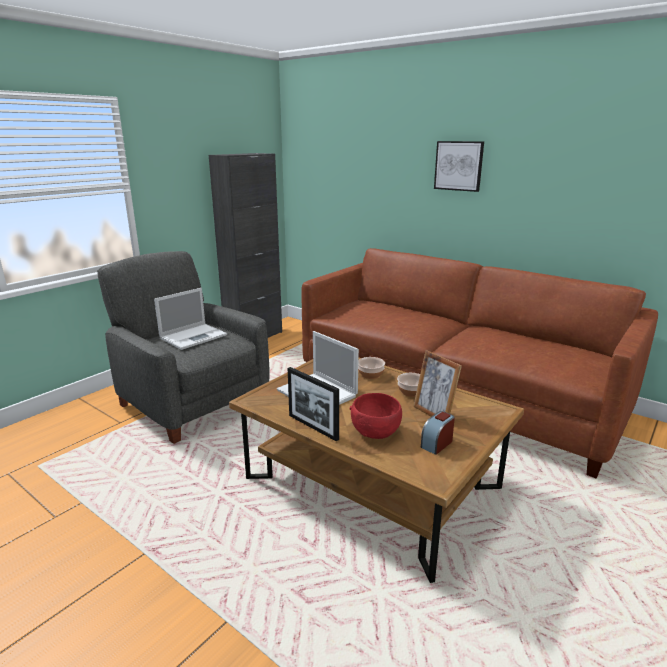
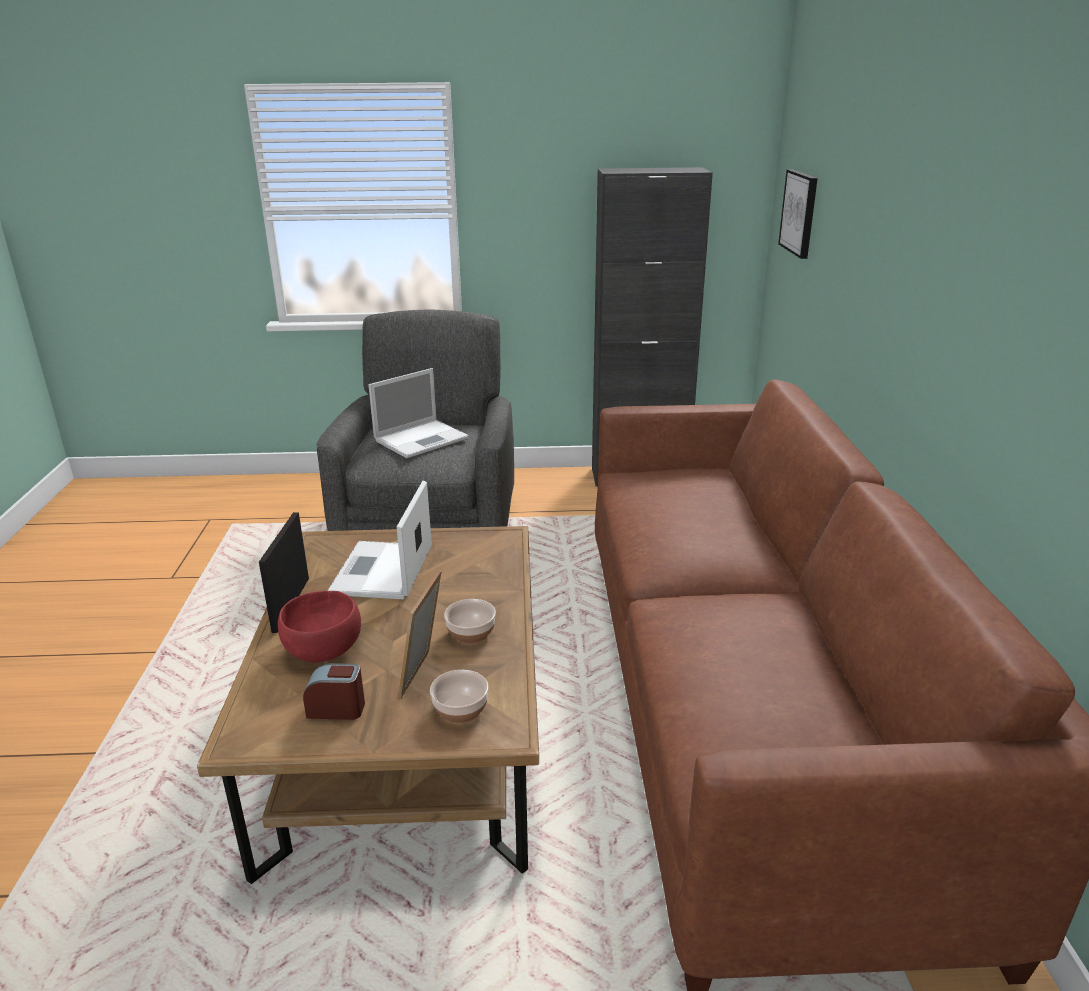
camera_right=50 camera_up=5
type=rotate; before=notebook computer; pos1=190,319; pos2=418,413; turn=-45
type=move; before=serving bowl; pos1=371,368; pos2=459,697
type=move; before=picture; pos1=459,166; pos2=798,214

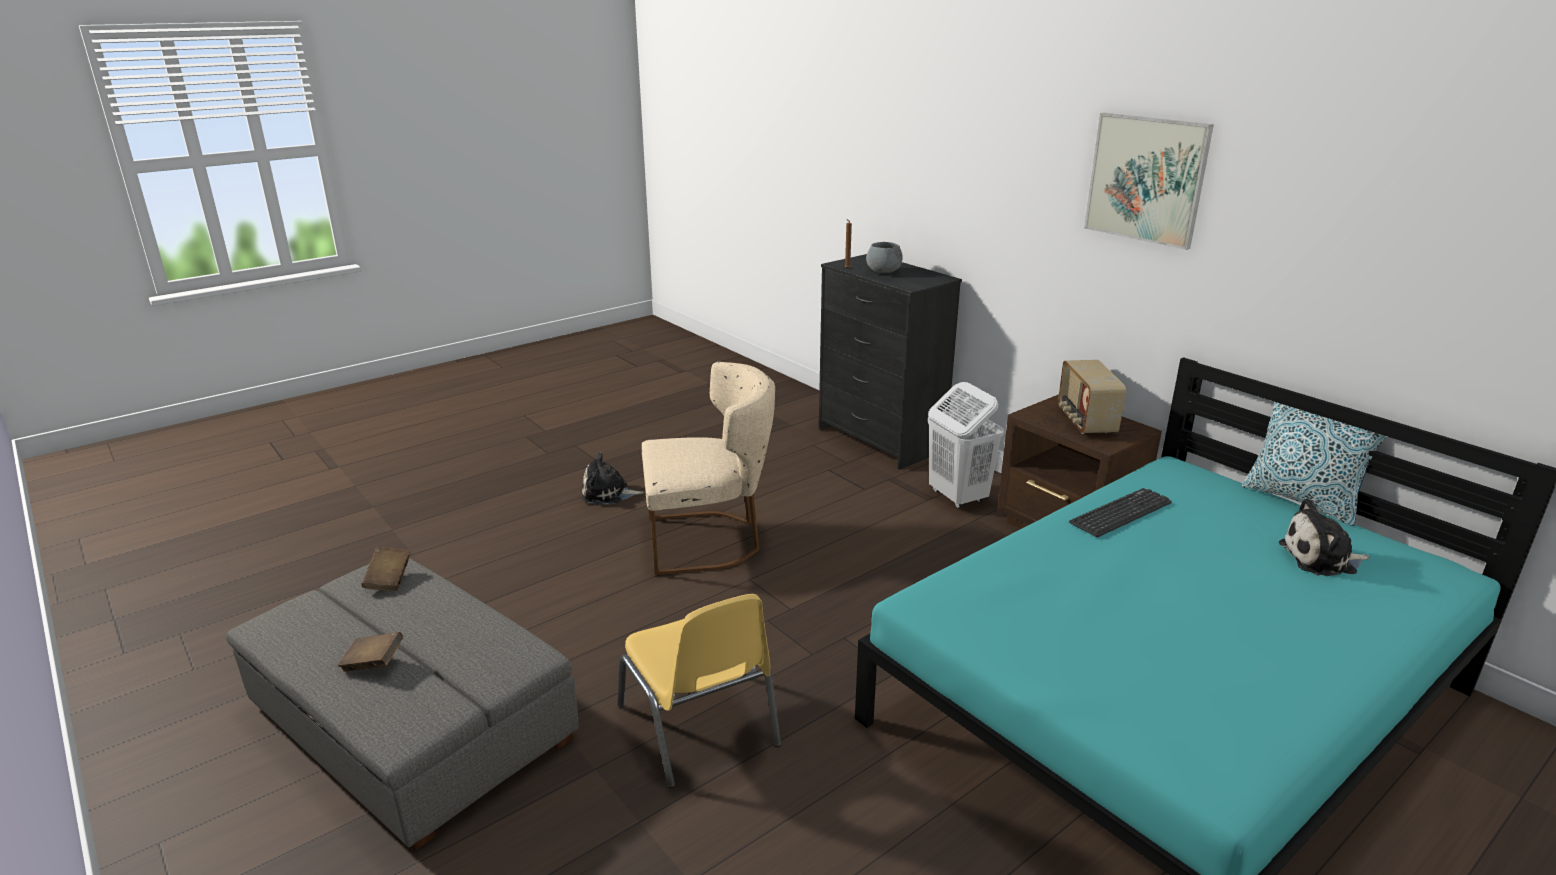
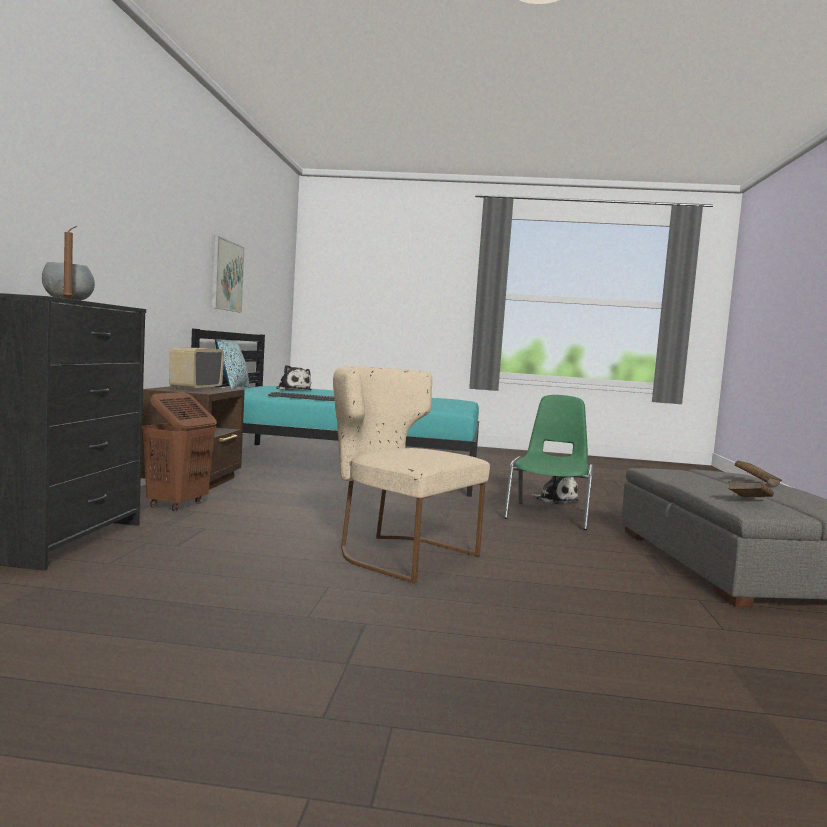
camera_right=-135 camera_up=-20
type=recolor; before=hamper/white-coloured; after=hamper/brown-coloured; pos1=966,445; pos2=179,451
type=rotate; before=radio; pos1=1092,397; pos2=196,369; turn=150
type=move; before=picture; pos1=1149,181; pos2=228,274
type=recolor; before=chair/yellow; after=chair/green-coloured; pos1=699,691; pos2=548,462
type=move; before=cuddly toy; pos1=613,478; pos2=554,490

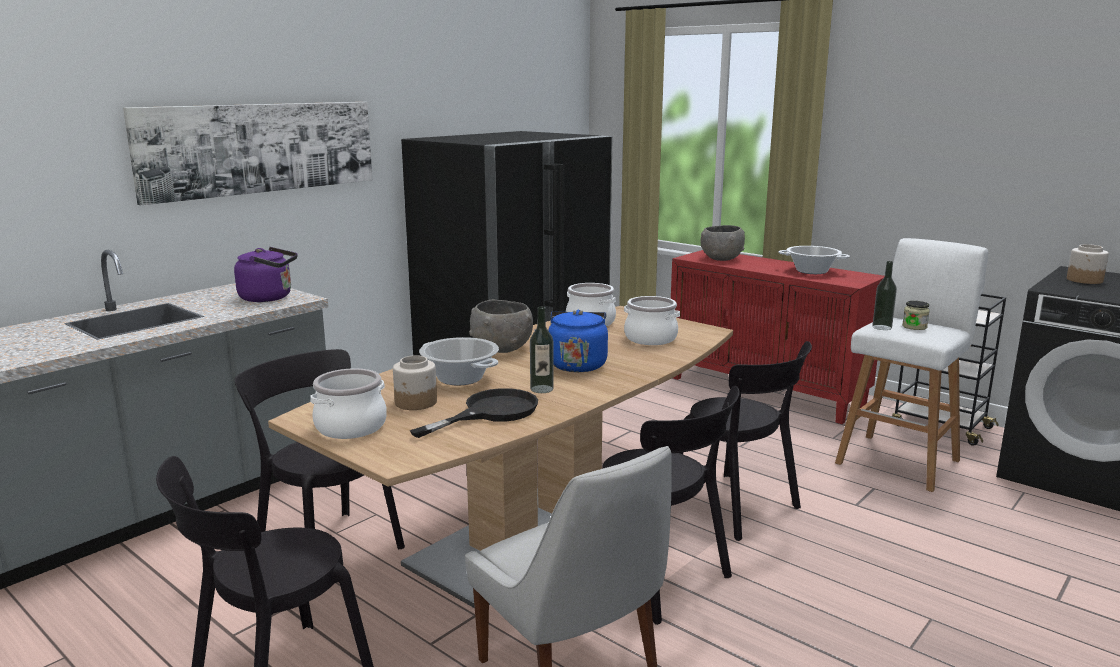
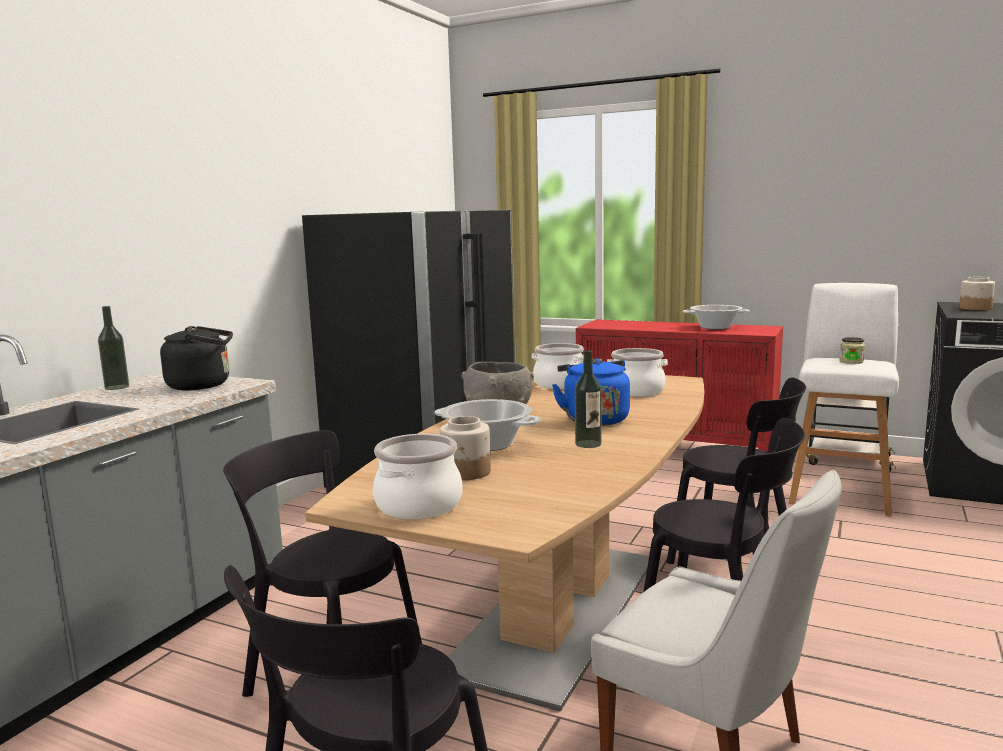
camera_right=-15 camera_up=-5
type=move; before=drink bottle; pos1=884,295; pos2=113,348
type=recolor; before=tea kettle/purplish; after=tea kettle/black; pos1=265,274; pos2=196,358
type=delete; before=picture; pos1=247,154
type=delete; before=pan/black; pos1=474,413
type=delete; before=serving bowl/gray; pos1=723,243

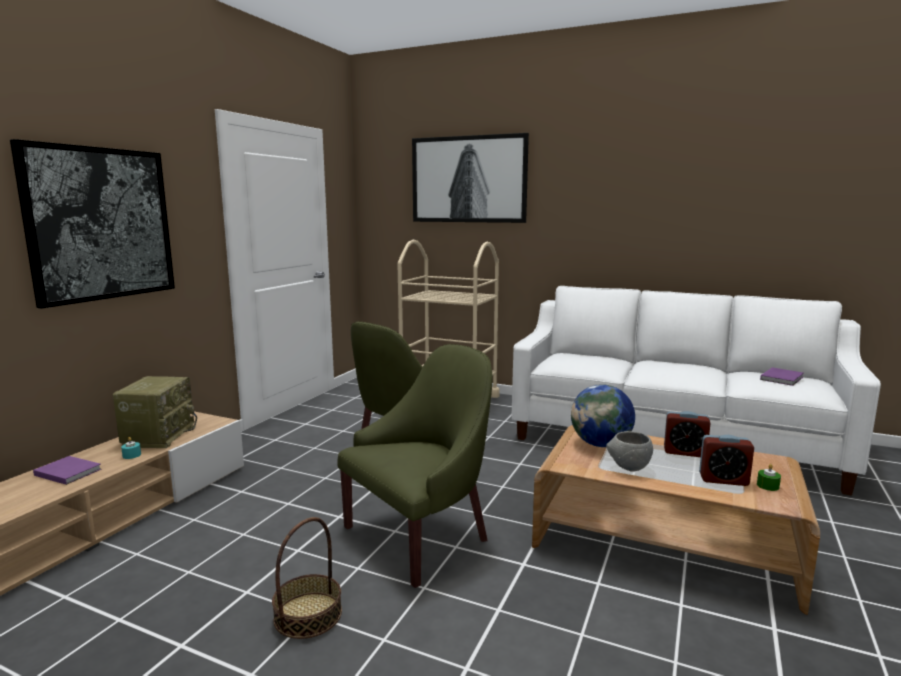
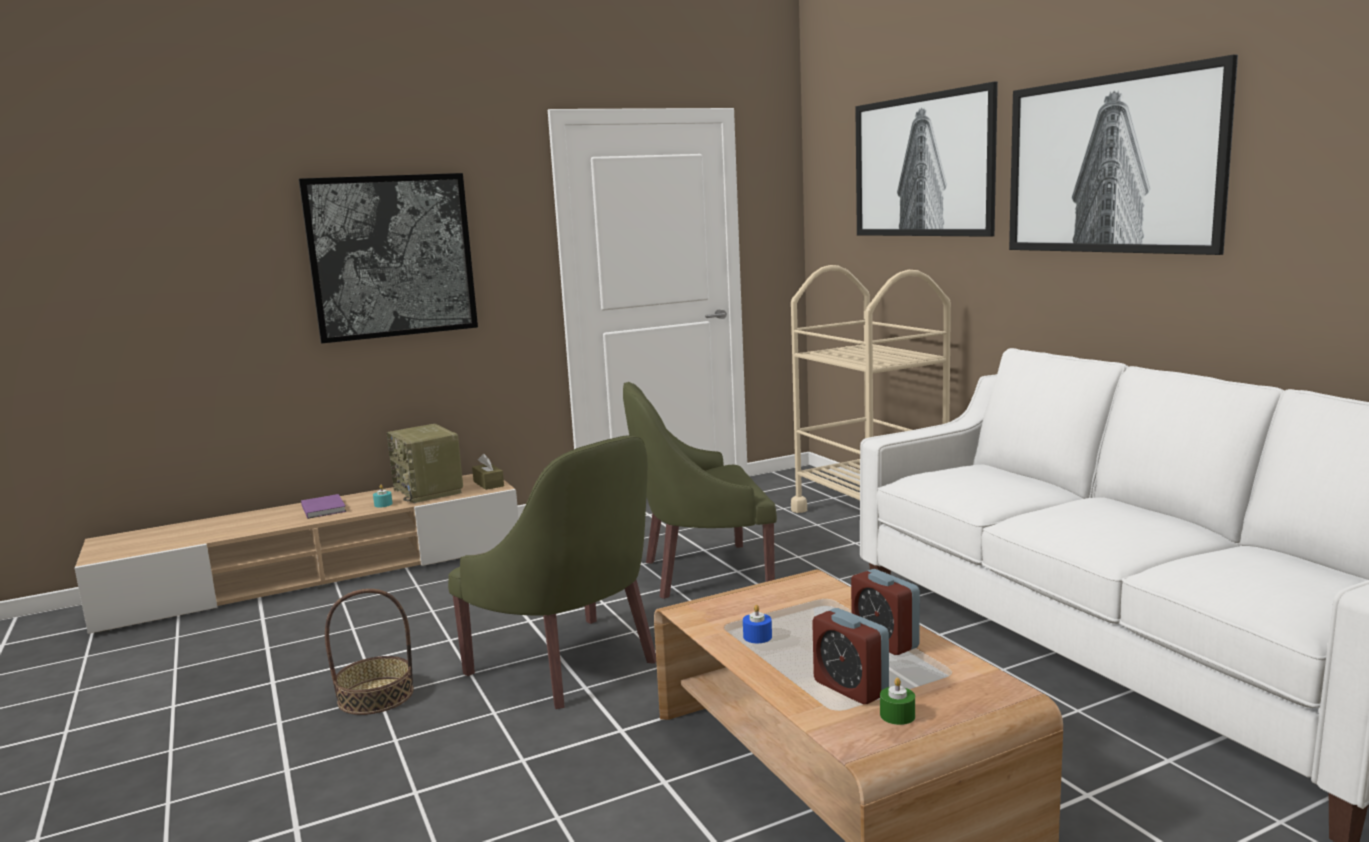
camera_right=40 camera_up=0
type=rotate; before=radio; pos1=155,412; pos2=425,463; turn=105
type=rotate; before=easy chair/green-coloured; pos1=414,466; pos2=552,572; turn=45
type=insert; after=box of tissues/brown-coloured; pos2=488,472
type=replace; before=serving bowl/gray; after=wax light/bluish; pos1=629,451; pos2=757,624
type=insert; after=picture; pos2=1123,155
type=delete; before=globe; pos1=603,415
type=delete; before=book/purplish; pos1=782,376

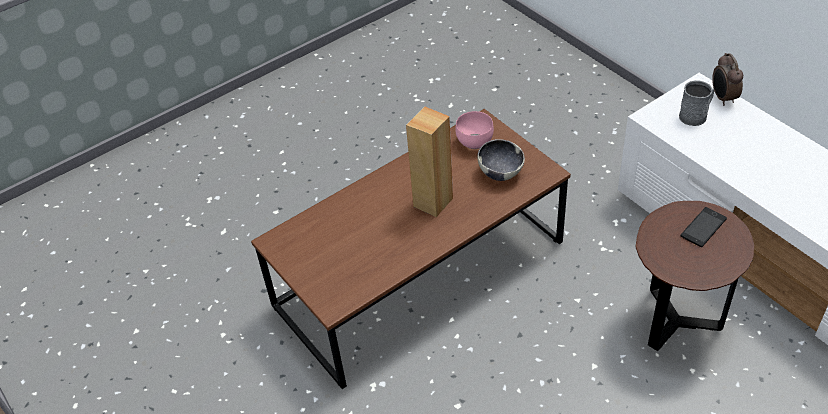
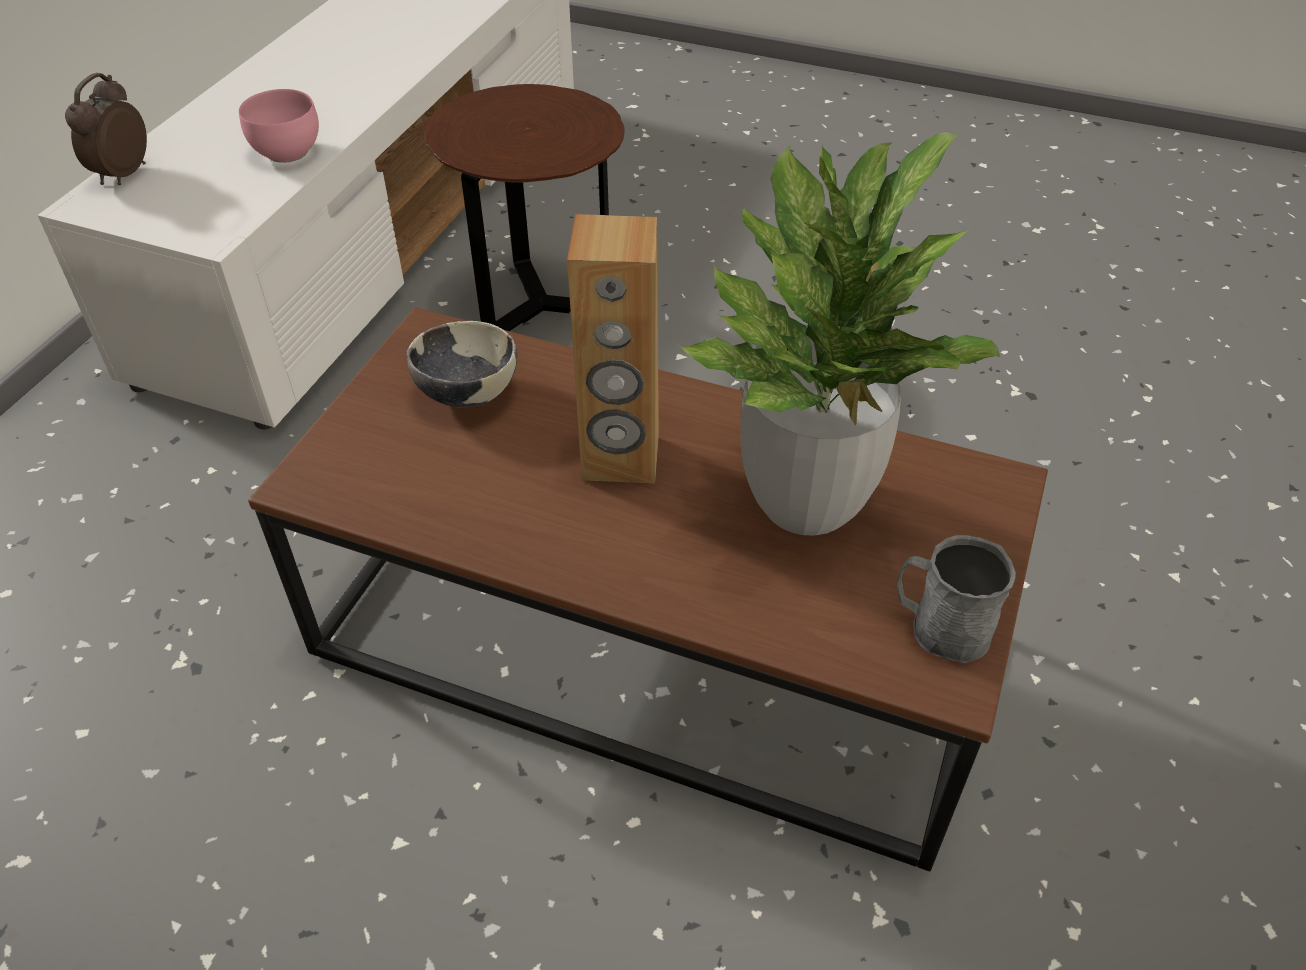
camera_right=-125 camera_up=0
type=rotate; before=alarm clock; pos1=727,79; pos2=106,129; turn=150
type=move; before=serving bowl/pink; pos1=474,130; pos2=279,126
type=insert; after=houseplant; pos2=839,333
type=move; before=coffee mug/gray; pos1=696,103; pos2=956,599
type=delete; before=phone; pos1=704,227

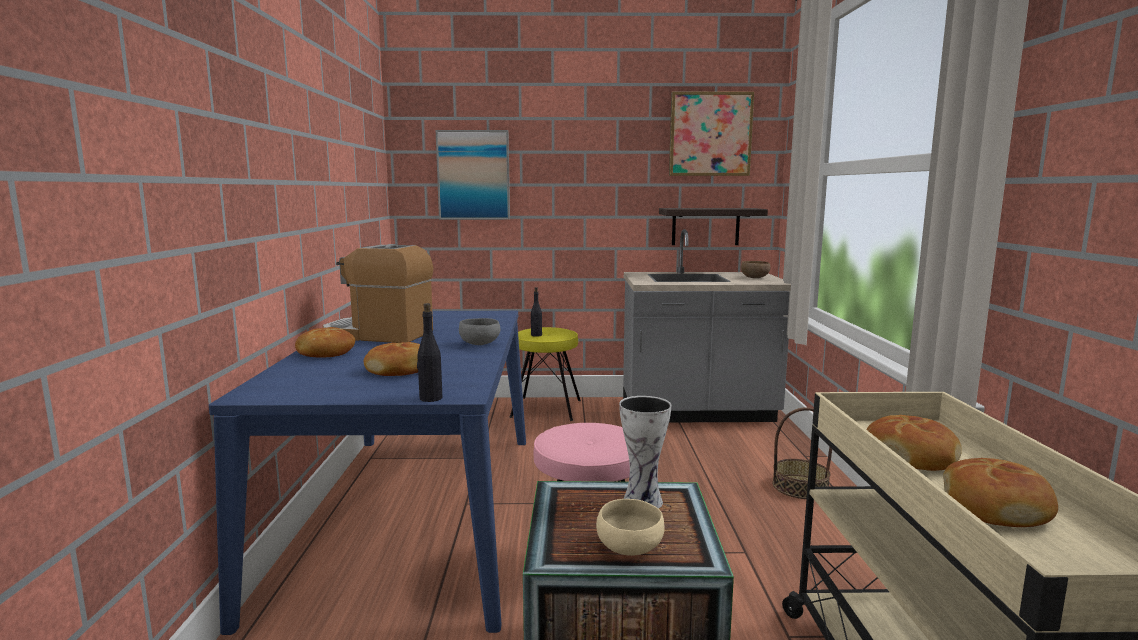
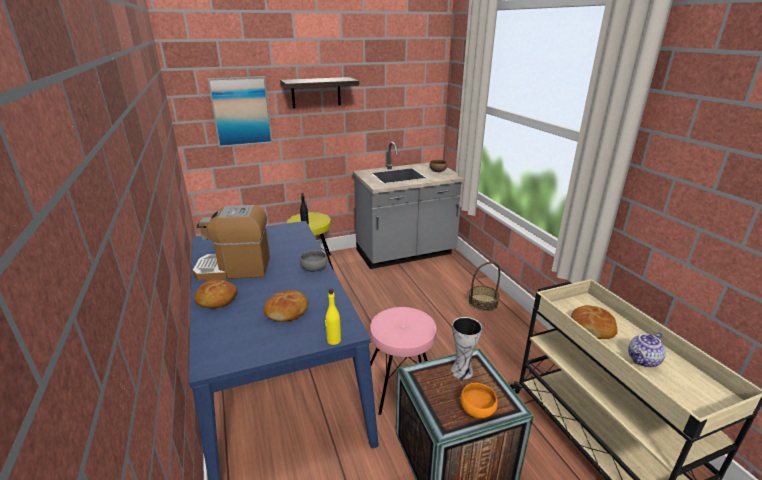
camera_right=-20 camera_up=15
type=move; before=bracket shelf; pos1=713,226; pos2=319,92
type=recolor; before=drink bottle/black; after=drink bottle/yellow; pos1=429,352; pos2=333,316
type=recolor; before=serving bowl/beige-coloured; after=serving bowl/orange-coloured; pos1=630,527; pos2=479,400
type=replace; before=bakery bread; after=pot for tea; pos1=1000,492; pos2=647,349
type=delete; before=picture; pos1=711,134

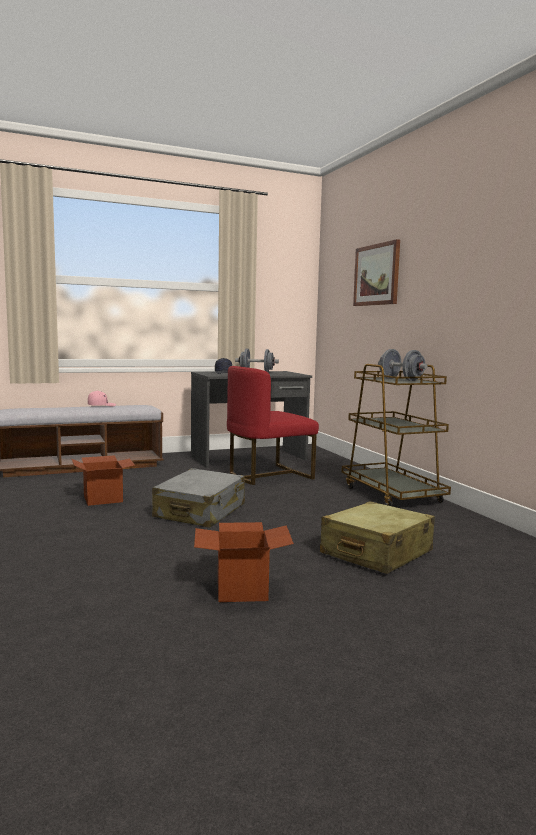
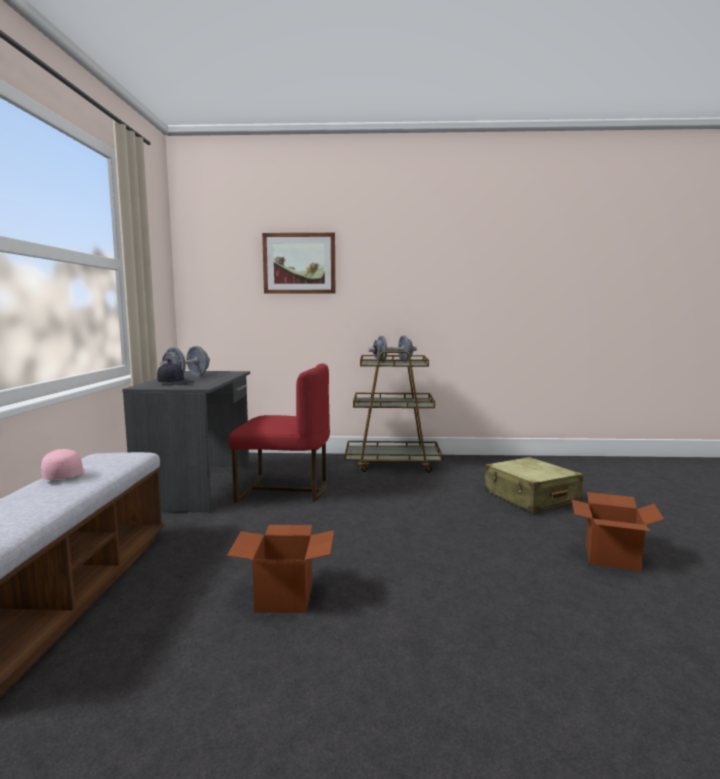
camera_right=-65 camera_up=0
type=rotate; before=chair/reddish; pos1=273,425; pos2=279,433; turn=-75
type=delete; before=suitcase/gray; pos1=198,498

